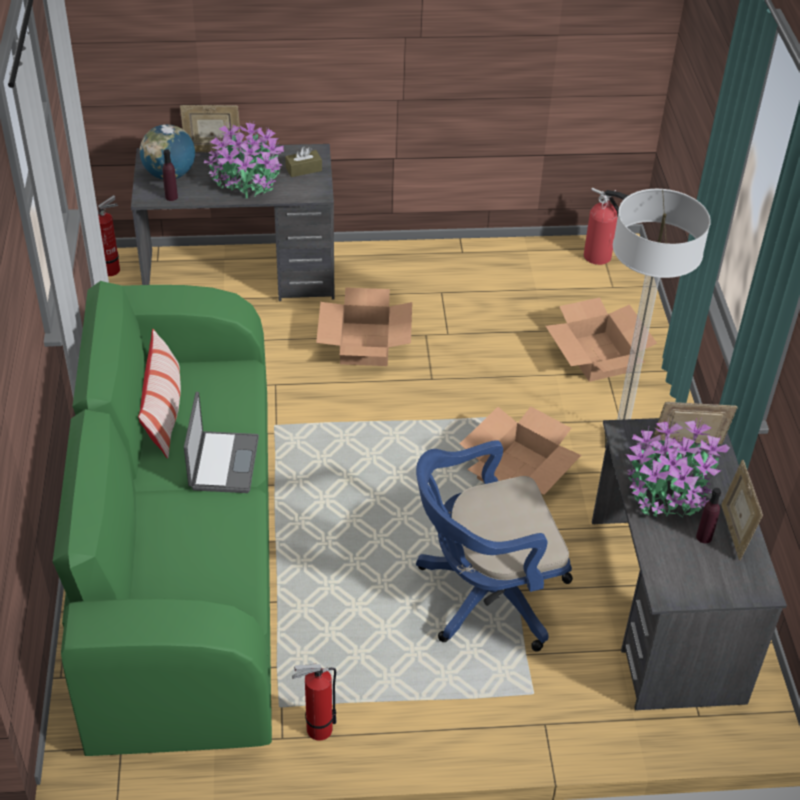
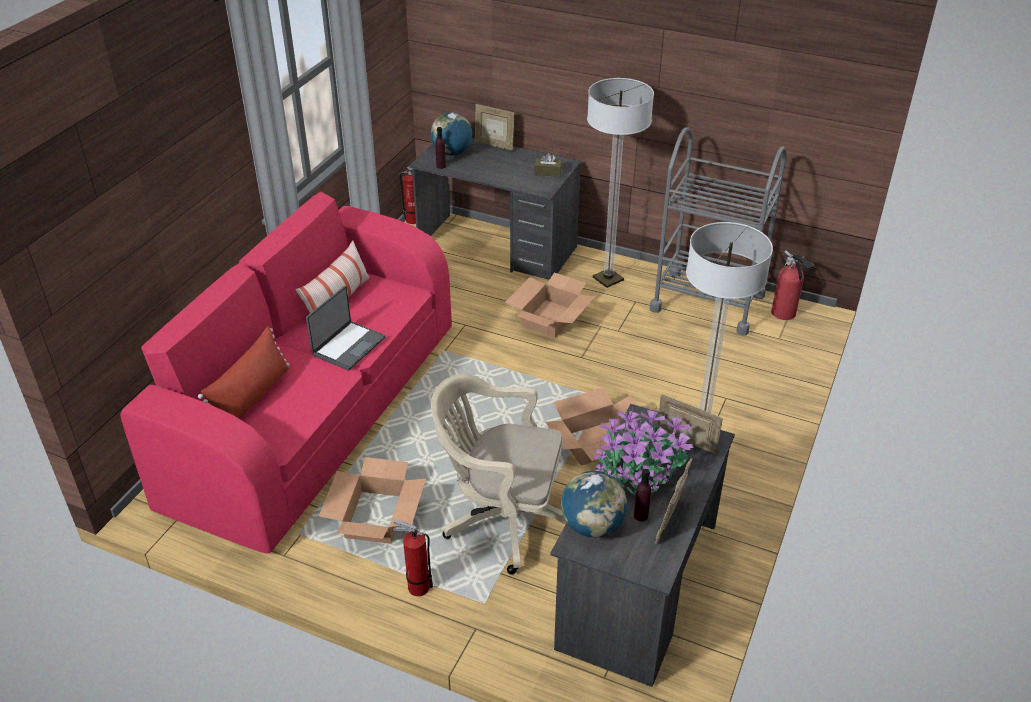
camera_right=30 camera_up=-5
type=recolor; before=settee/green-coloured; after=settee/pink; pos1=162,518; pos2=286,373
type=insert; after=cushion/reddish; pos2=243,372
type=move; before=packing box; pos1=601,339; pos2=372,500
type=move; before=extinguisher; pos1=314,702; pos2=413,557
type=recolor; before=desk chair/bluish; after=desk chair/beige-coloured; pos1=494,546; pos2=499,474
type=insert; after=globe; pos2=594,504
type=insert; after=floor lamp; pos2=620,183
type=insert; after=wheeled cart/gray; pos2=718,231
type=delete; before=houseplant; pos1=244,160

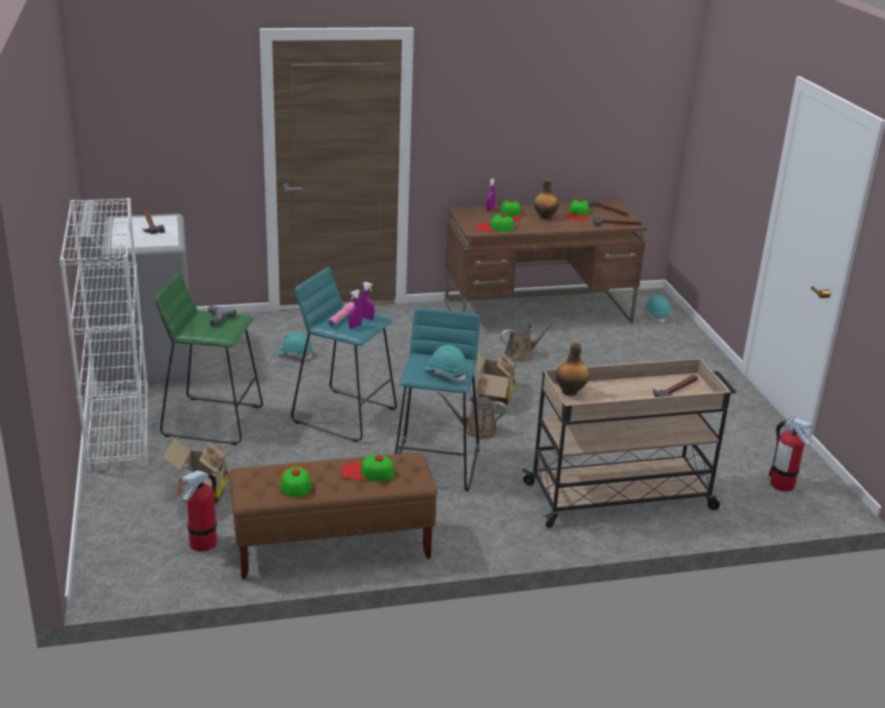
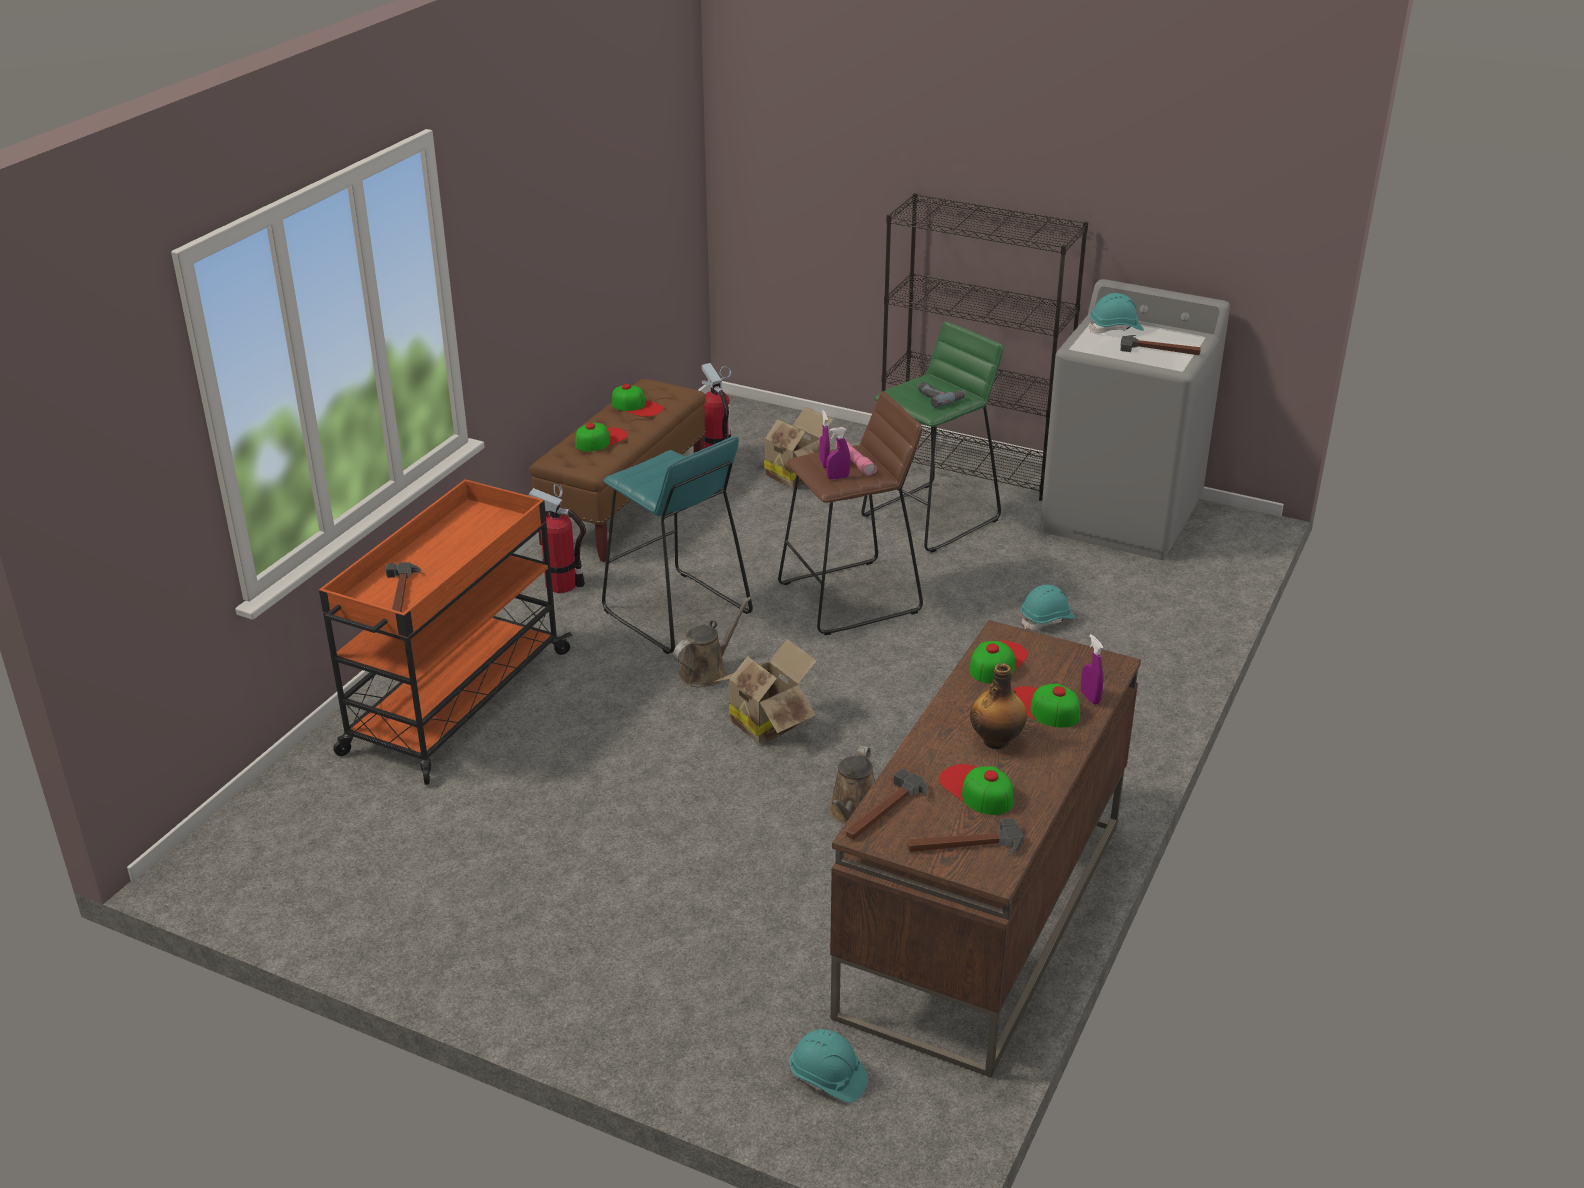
camera_right=130 camera_up=5
type=recolor; before=wheeled cart/beige-coloured; after=wheeled cart/orange-coloured; pos1=629,443; pos2=445,632
type=move; before=extinguisher; pos1=791,454; pos2=557,538
type=recolor; before=sitting stool/turquoise; after=sitting stool/brown-coloured; pos1=344,354; pos2=850,513
type=recolor; before=bookcase/white-coloured; after=bookcase/black; pos1=104,334; pos2=984,347
type=move; before=safety helmet/turquoise; pos1=446,363; pos2=1116,313
type=delete; before=drink bottle; pos1=572,369

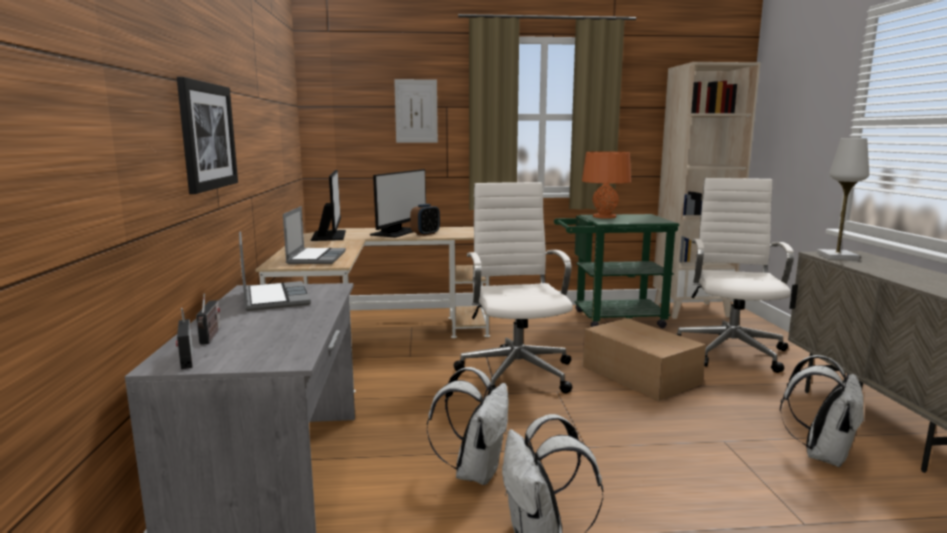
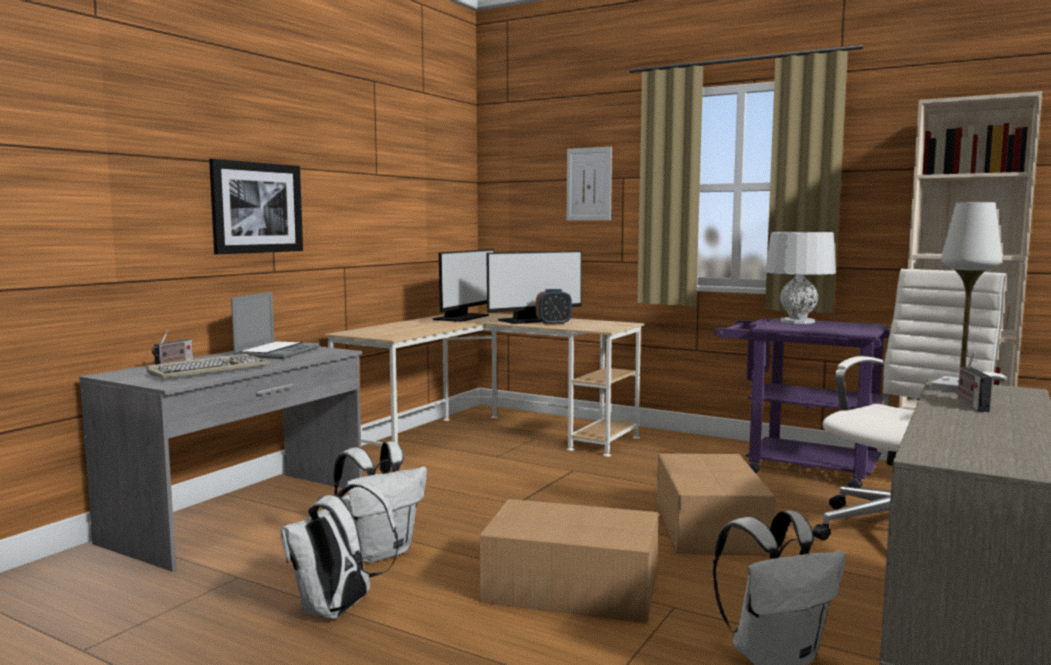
camera_right=35 camera_up=-5
type=insert; after=PC keyboard; pos2=208,366
type=insert; after=packing box; pos2=568,561
type=recolor; before=wheeled cart/green-coloured; after=wheeled cart/purplish; pos1=616,271; pos2=802,403
type=recolor; before=table lamp/orange-coloured; after=table lamp/gray; pos1=606,185; pos2=800,278
type=move; before=radio; pos1=184,338; pos2=975,382
type=delete; before=notebook computer; pos1=314,235
type=delete; before=desk chair/white-coloured; pos1=513,288

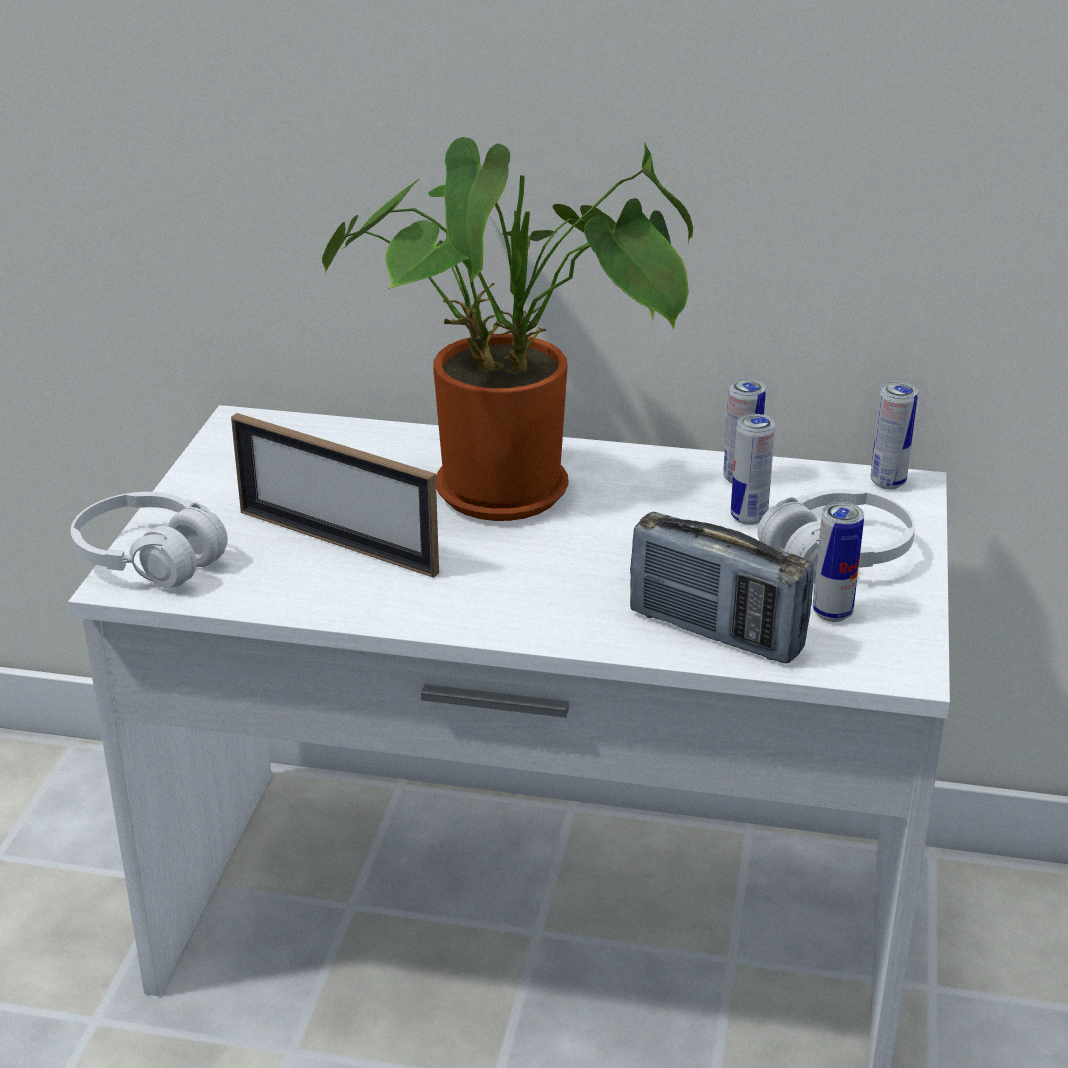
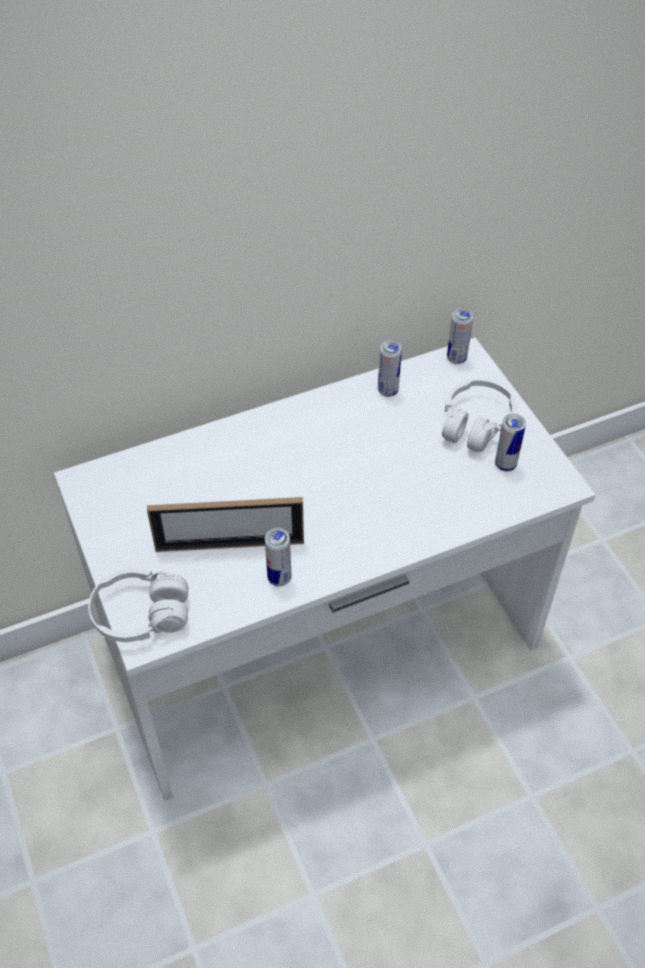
camera_right=-35 camera_up=20
type=move; before=sealed can; pos1=753,469; pos2=278,557
type=delete; before=houseplant; pos1=507,329
type=delete; before=radio; pos1=721,588

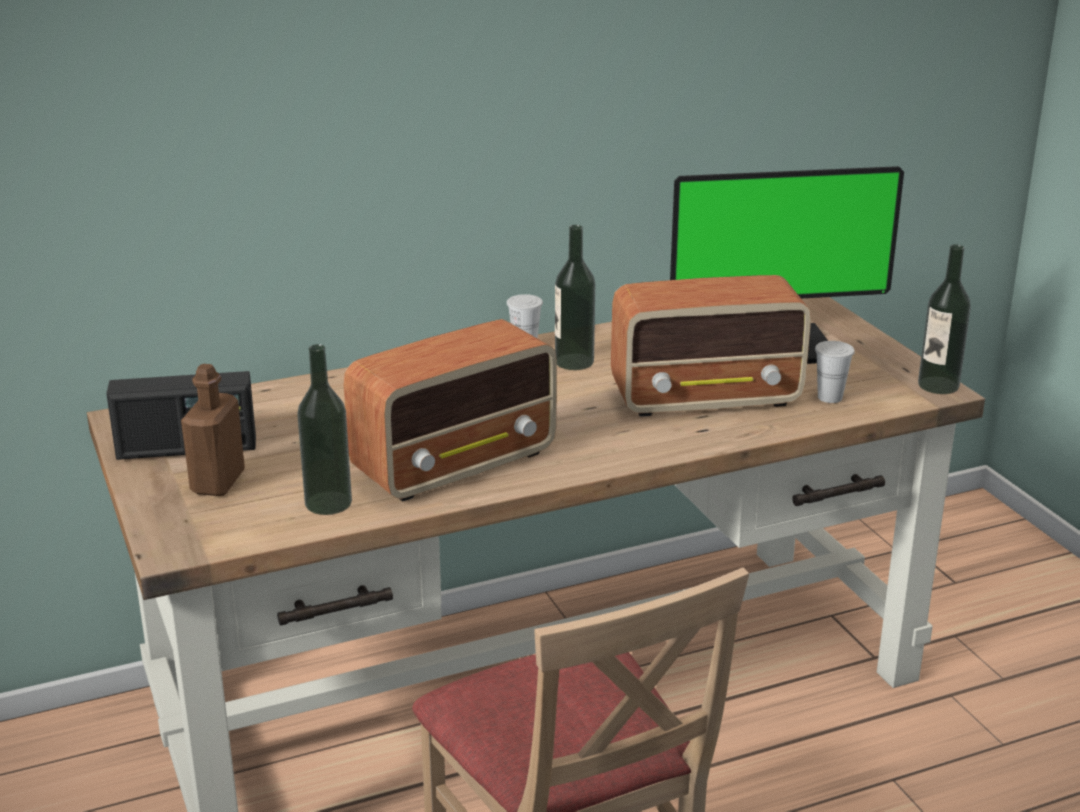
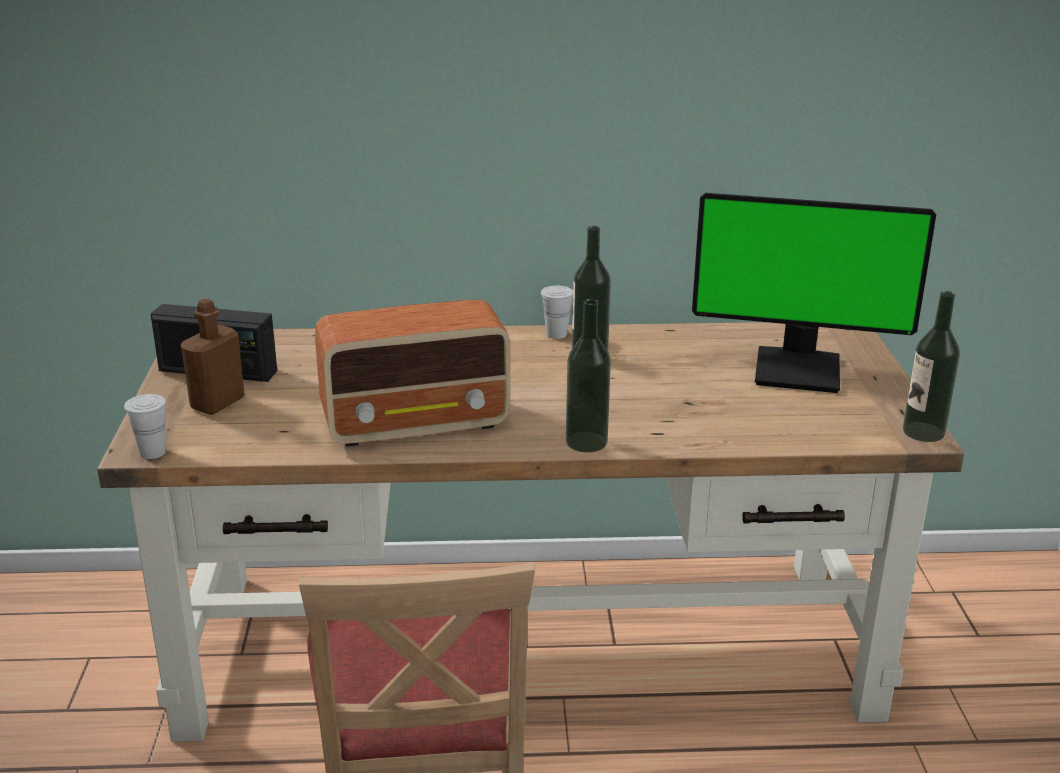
camera_right=20 camera_up=0
type=move; before=small cup/white-coloured; pos1=835,372; pos2=145,426
type=move; before=drink bottle; pos1=324,429; pos2=588,375
type=delete; before=radio; pos1=711,346

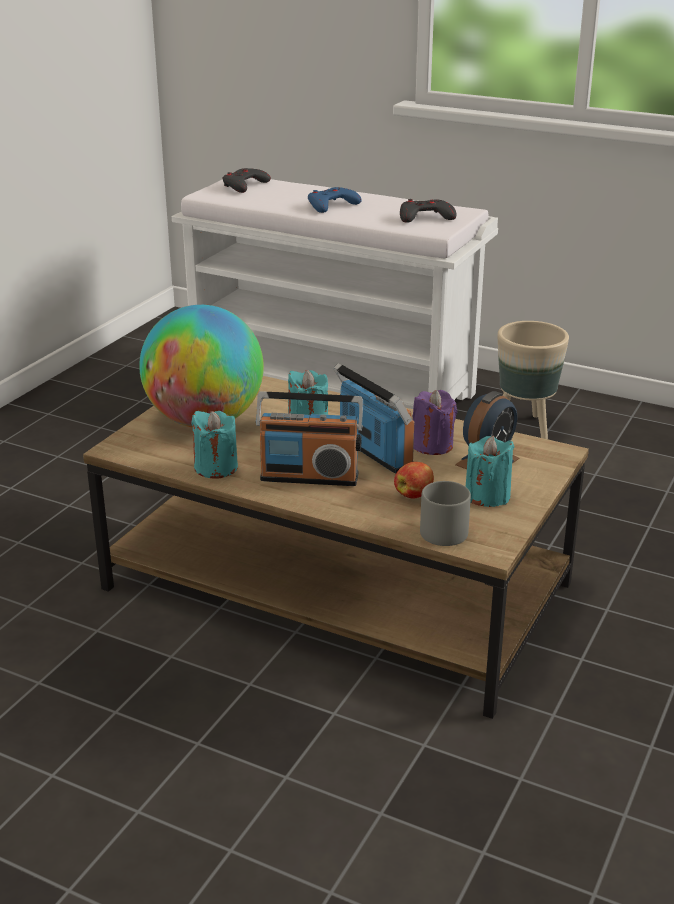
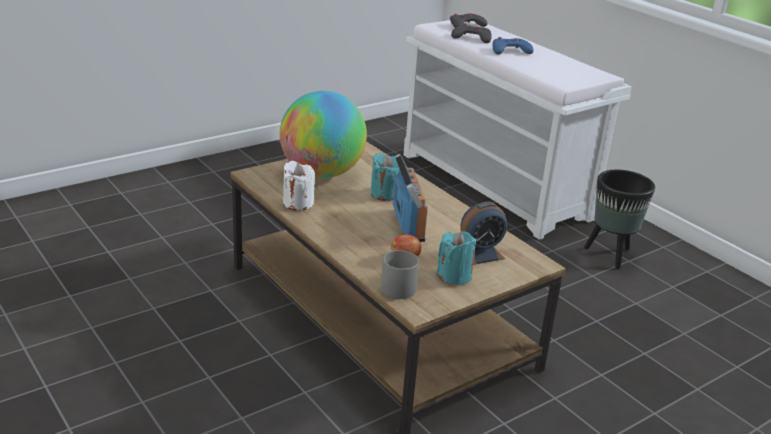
camera_right=25 camera_up=0
type=recolor; before=wax light/turquoise; after=wax light/white-coloured; pos1=214,445; pos2=299,186
type=move; before=gamepad/gray; pos1=428,211; pos2=471,33
type=recolor; before=planter/beige-coloured; after=planter/black; pos1=533,380; pos2=619,219
type=delete; before=radio; pos1=309,439
type=delete; before=wax light/purplish; pos1=435,422

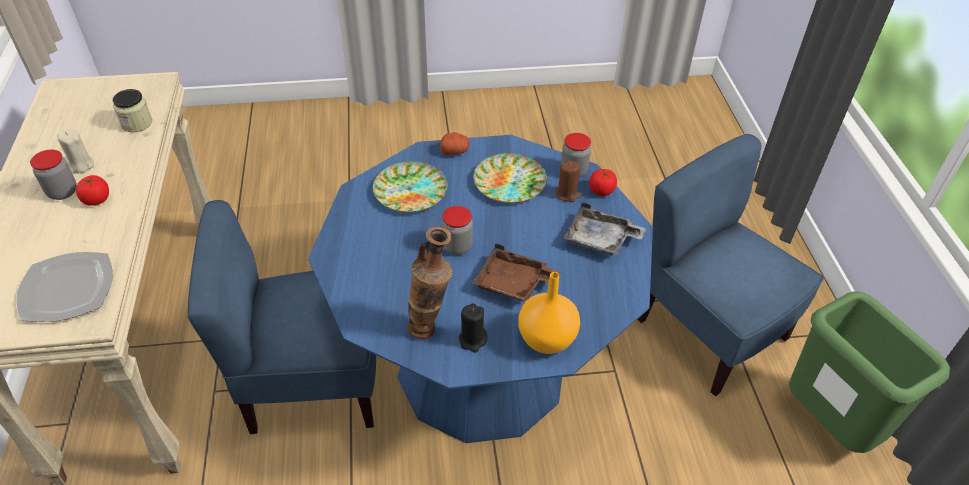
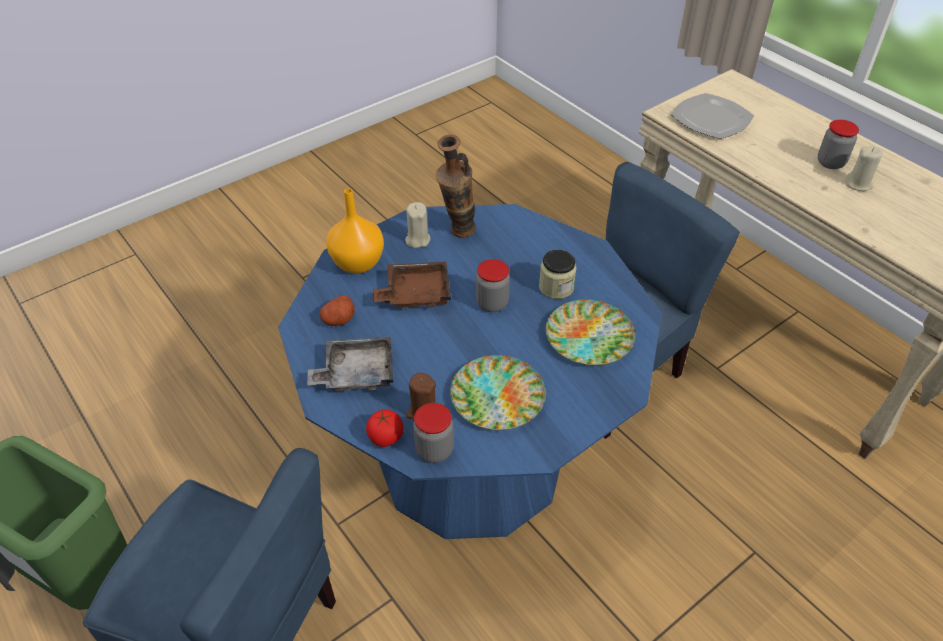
camera_right=150 camera_up=0
type=move; before=whole potato; pos1=455,143; pos2=337,310
type=recolor; before=wax light/black; after=wax light/beige-coloured; pos1=473,328; pos2=417,225
type=move; before=jar; pos1=132,110; pos2=557,274
type=delete; before=tomato; pos1=92,190

